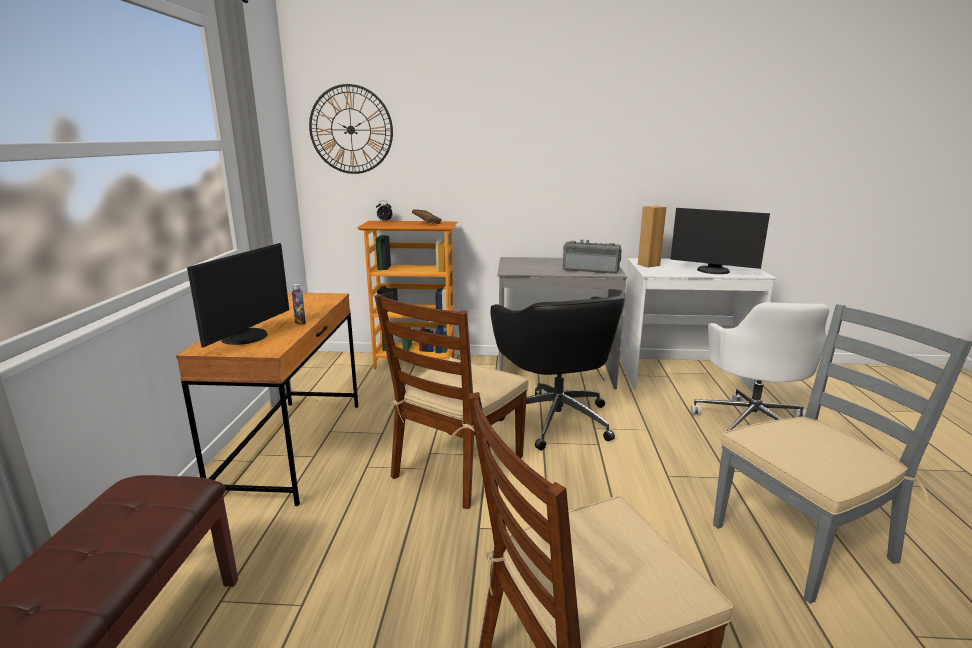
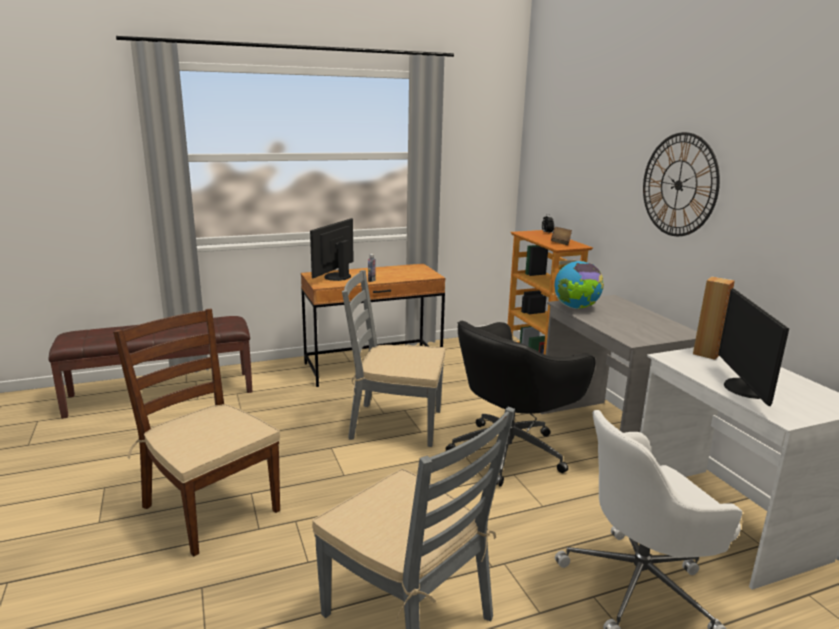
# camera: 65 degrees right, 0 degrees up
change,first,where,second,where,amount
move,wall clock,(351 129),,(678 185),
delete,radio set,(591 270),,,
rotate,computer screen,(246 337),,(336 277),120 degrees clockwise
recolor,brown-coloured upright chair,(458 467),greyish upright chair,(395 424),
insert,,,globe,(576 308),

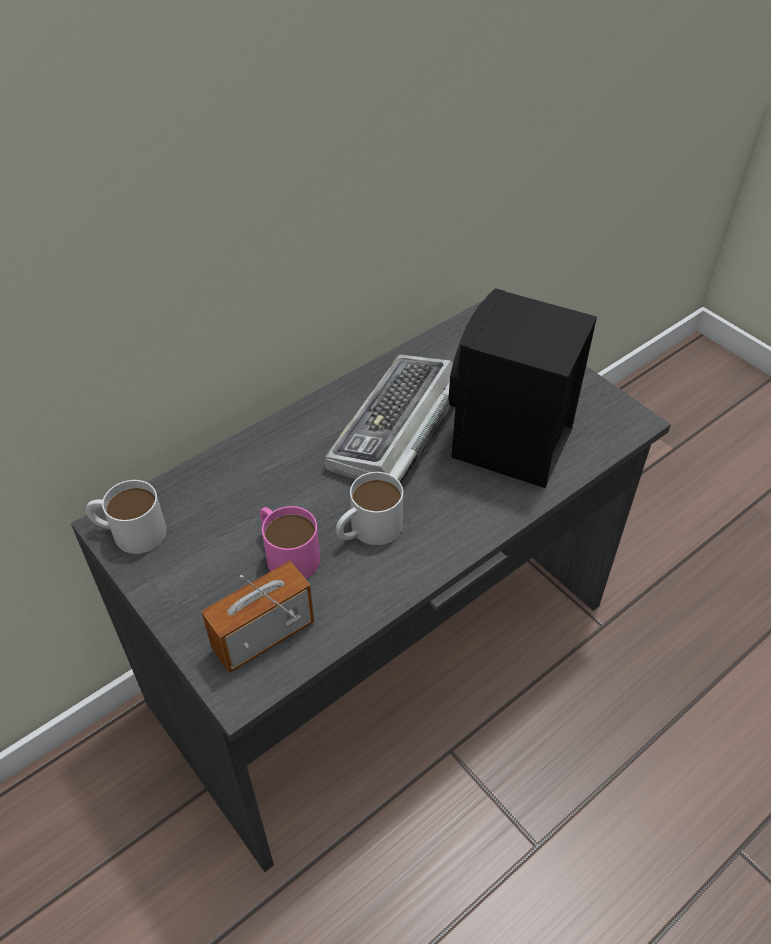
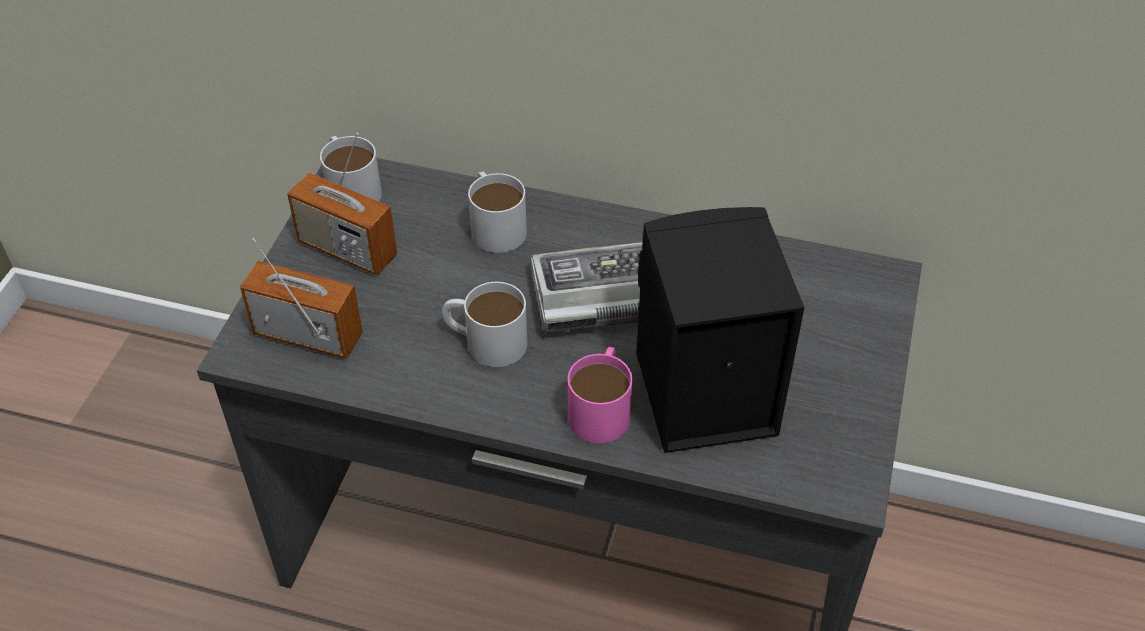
# camera: 55 degrees right, 0 degrees up
change,first,where,second,where,amount
move,pinkish coffee mug,(286 552),,(602 407),
insert,,,radio set,(347 249),
insert,,,white coffee mug,(494 225),

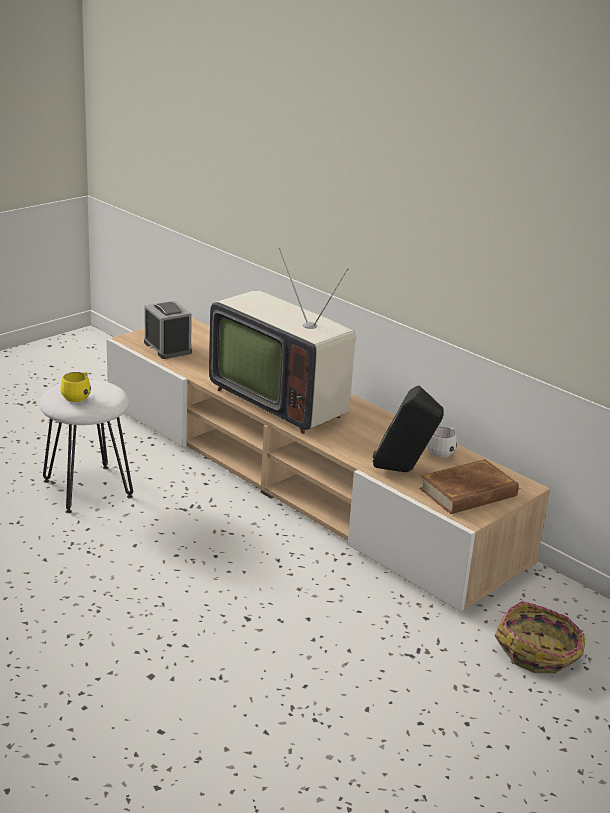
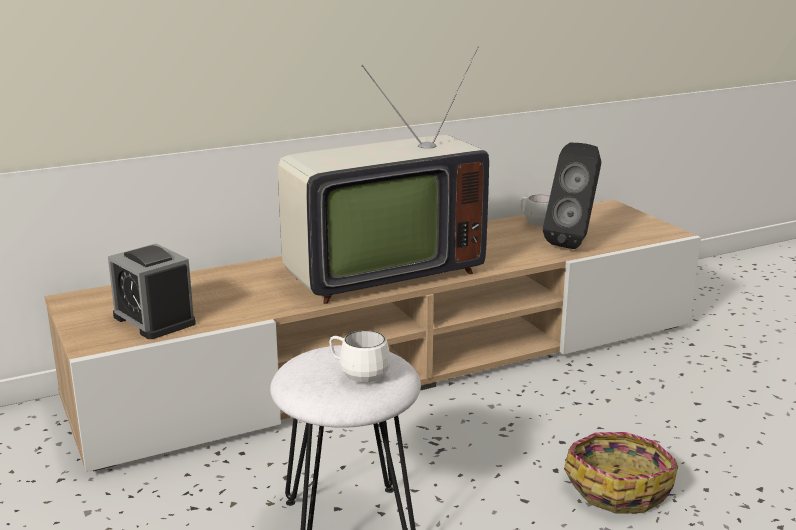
# camera: 70 degrees left, 5 degrees down
change,first,where,second,where,amount
rotate,table clock,(167 347),,(154 320),120 degrees counterclockwise
recolor,yellow coffee mug,(78 397),white coffee mug,(357 374),
delete,brown-coloured book,(469 493),,,
move,household basket,(539 651),,(618 486),

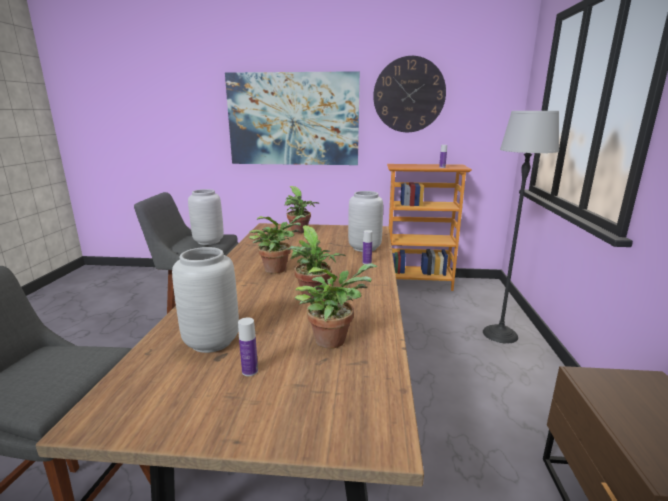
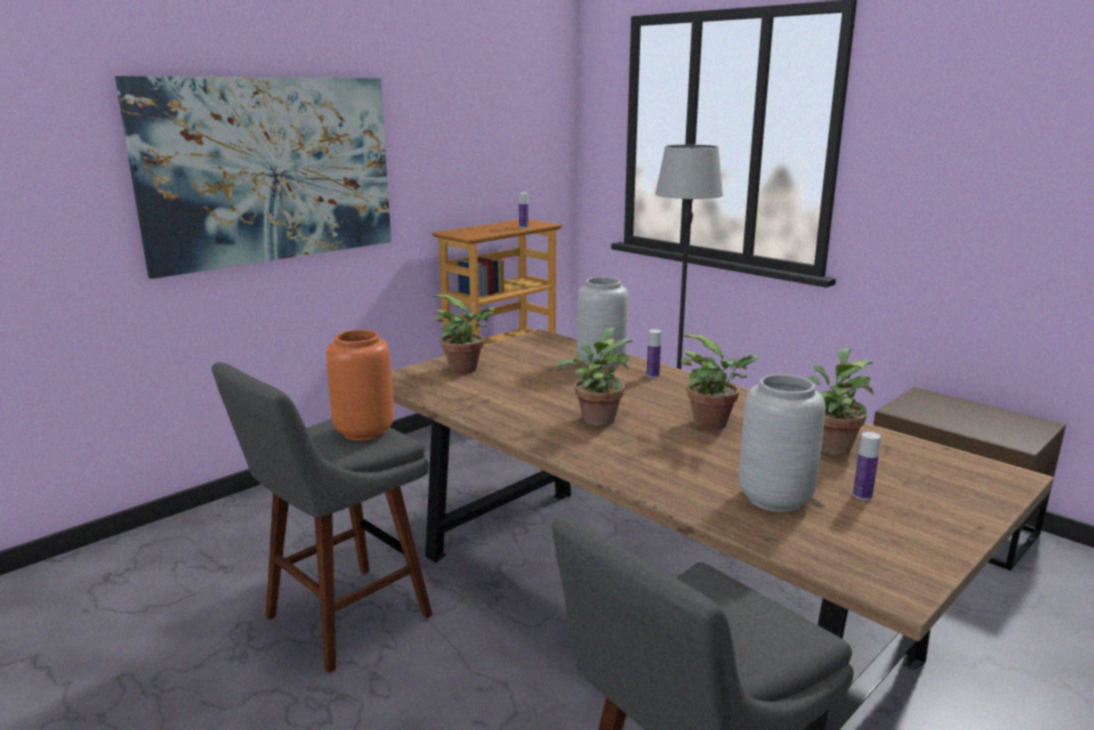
# camera: 50 degrees left, 0 degrees up
change,first,where,second,where,amount
delete,wall clock,(409 95),,,
recolor,greyish flower vase,(208 241),orangey flower vase,(365 432),

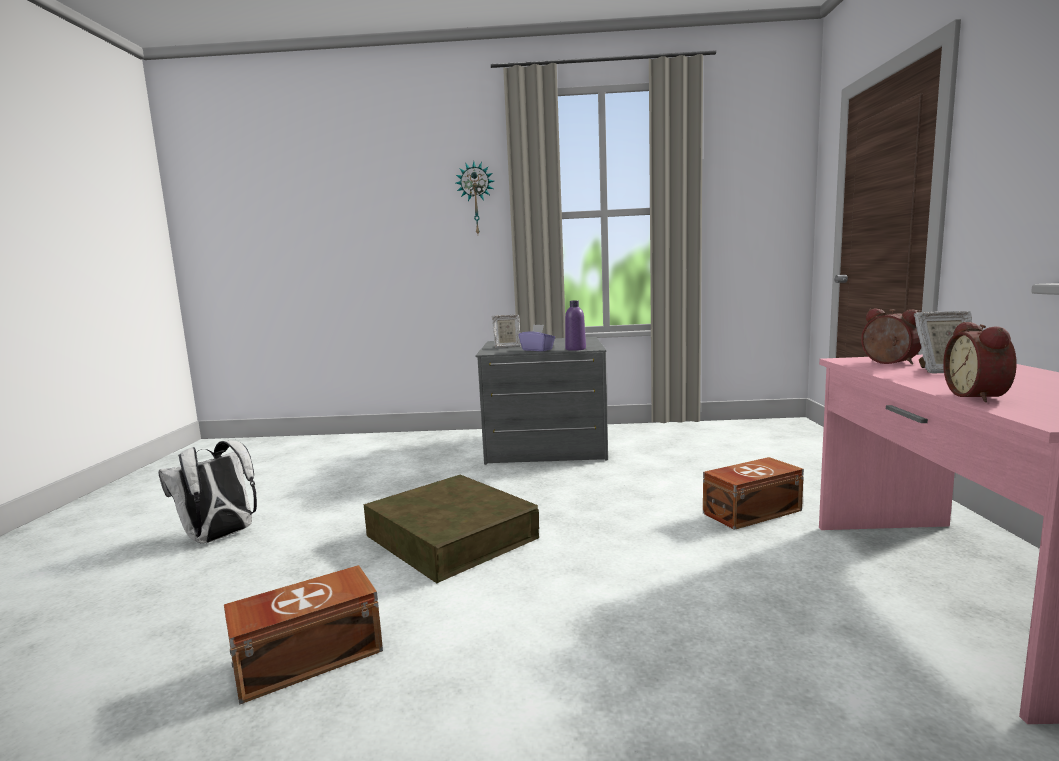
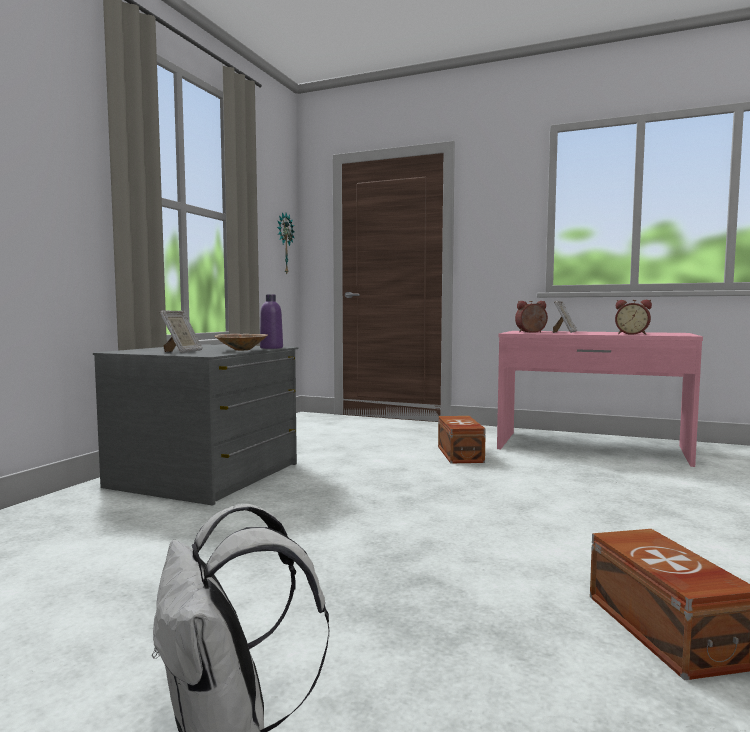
# camera: 70 degrees left, 5 degrees down
change,first,where,second,where,amount
move,wall clock,(476 199),,(284 243),
replace,purple tissue holder,(537 350),beige deep dish,(241 350),
delete,brown-coloured storage box,(451 537),,,

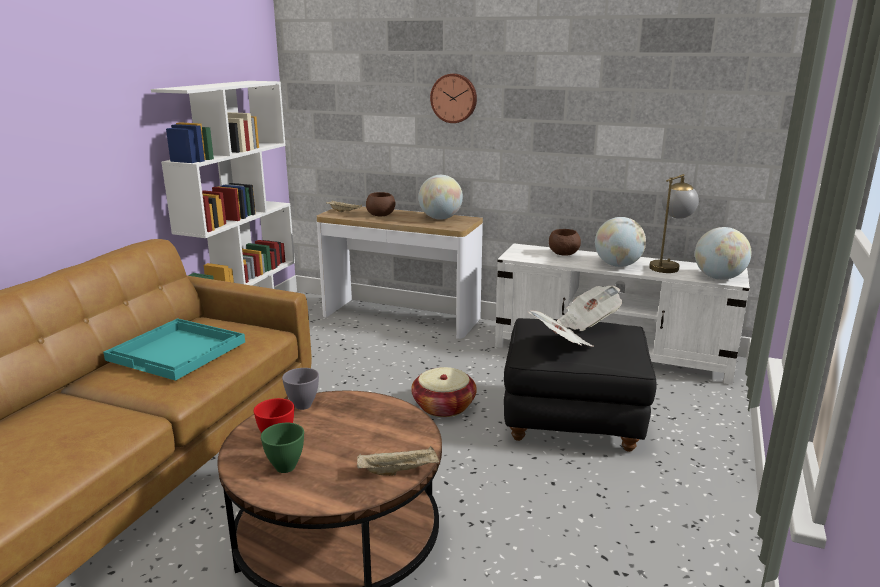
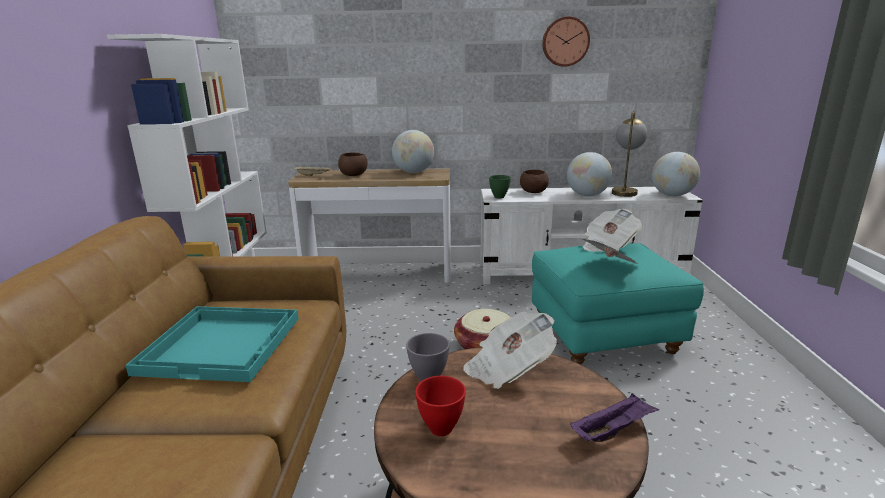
# camera: 20 degrees left, 0 degrees up
change,first,where,second,where,amount
move,wall clock,(454 98),,(565 42),
recolor,blackish pouffe,(573 419),turquoise pouffe,(604 335),
move,greenish deep dish,(286 467),,(499 197),
recolor,beige carrying tray,(399 471),purple carrying tray,(612 430),
insert,,,newspaper,(508 368),

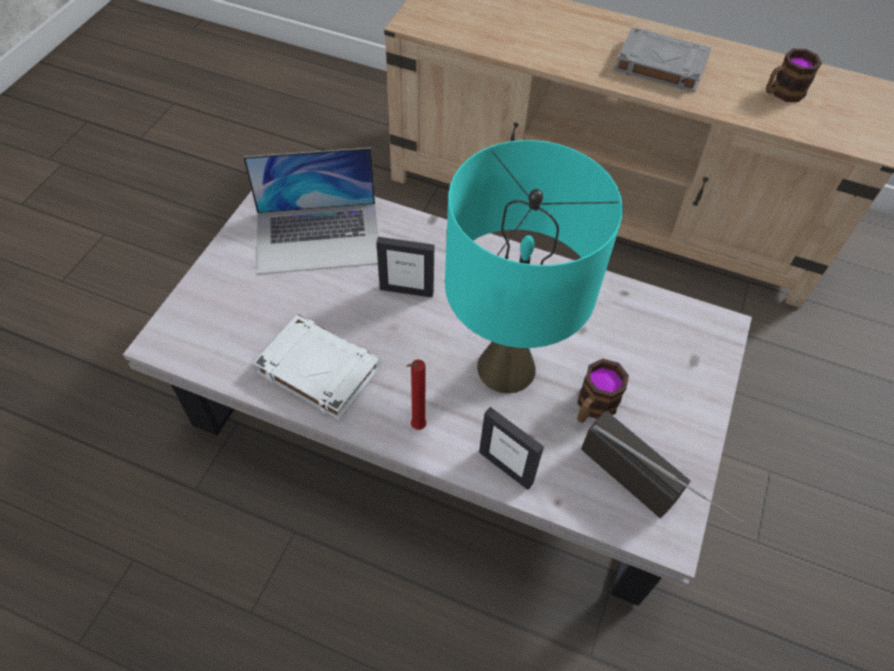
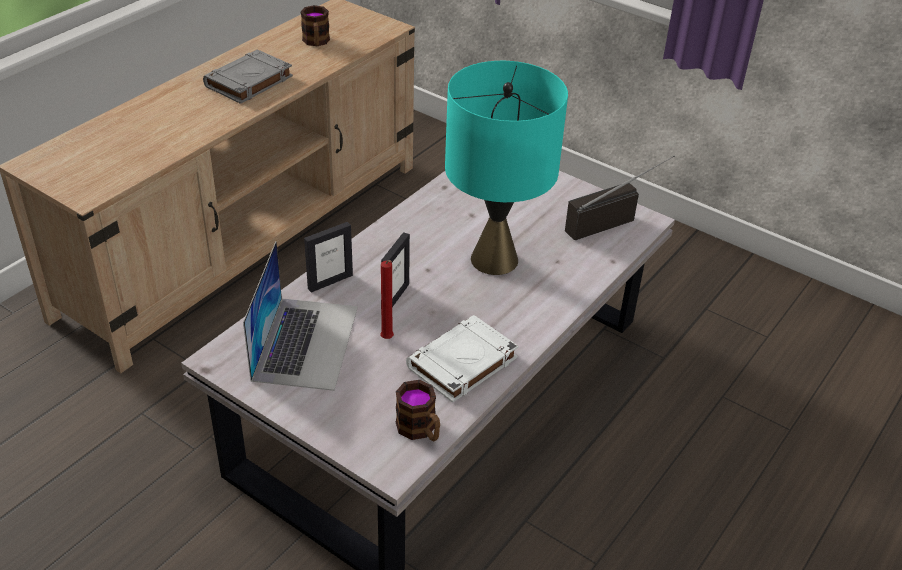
# camera: 75 degrees left, 15 degrees down
change,first,where,second,where,amount
move,coffee mug,(592 408),,(420 430),
move,red-coloured wax candle,(416 427),,(387 340),
move,photo frame,(506 467),,(330 282),

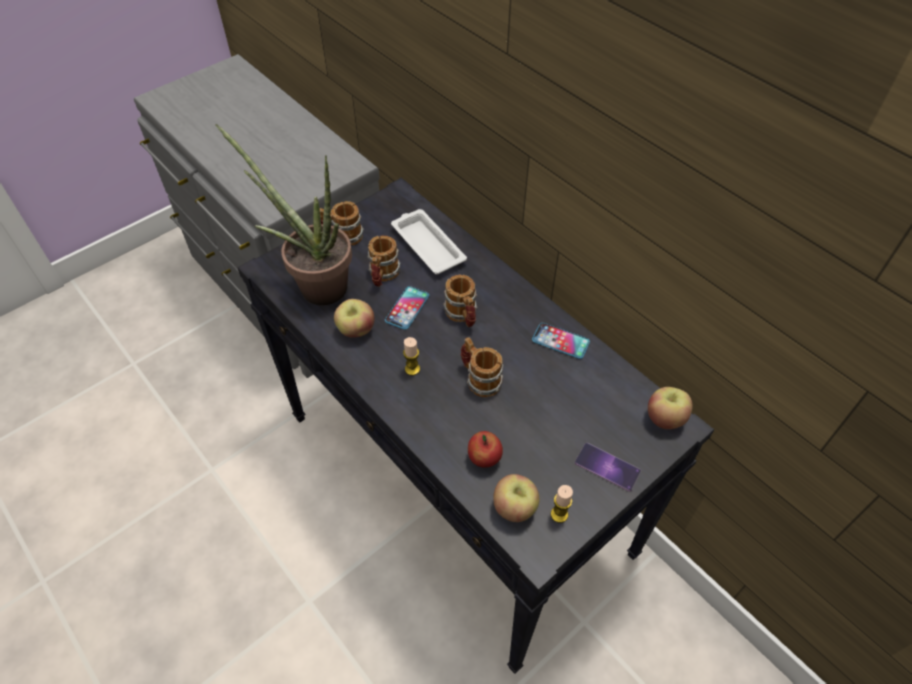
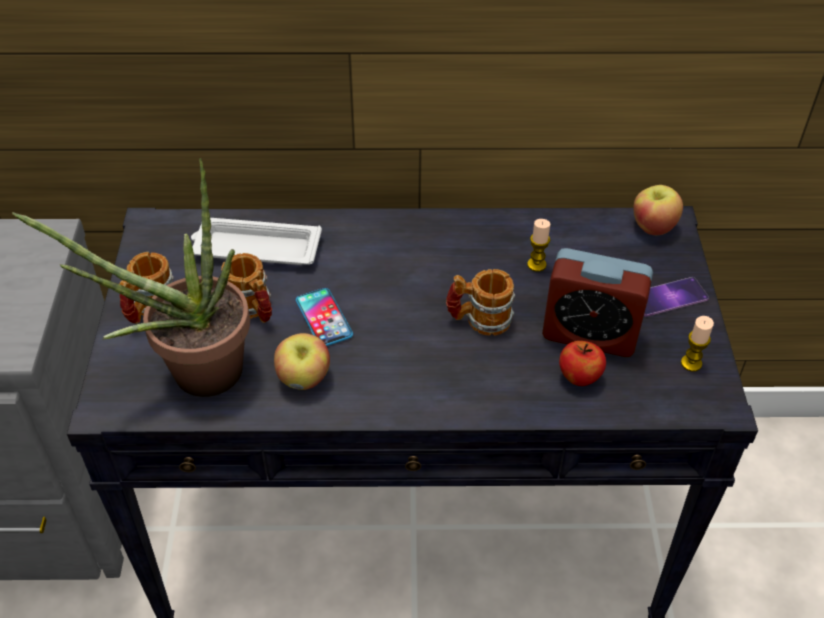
# camera: 50 degrees left, 5 degrees down
change,first,where,second,where,amount
delete,coffee mug,(463 315),,,
delete,handset,(560 341),,,
move,wax candle,(412 369),,(536 264),
delete,whole apple,(514 508),,,
insert,,,table clock,(589 334),

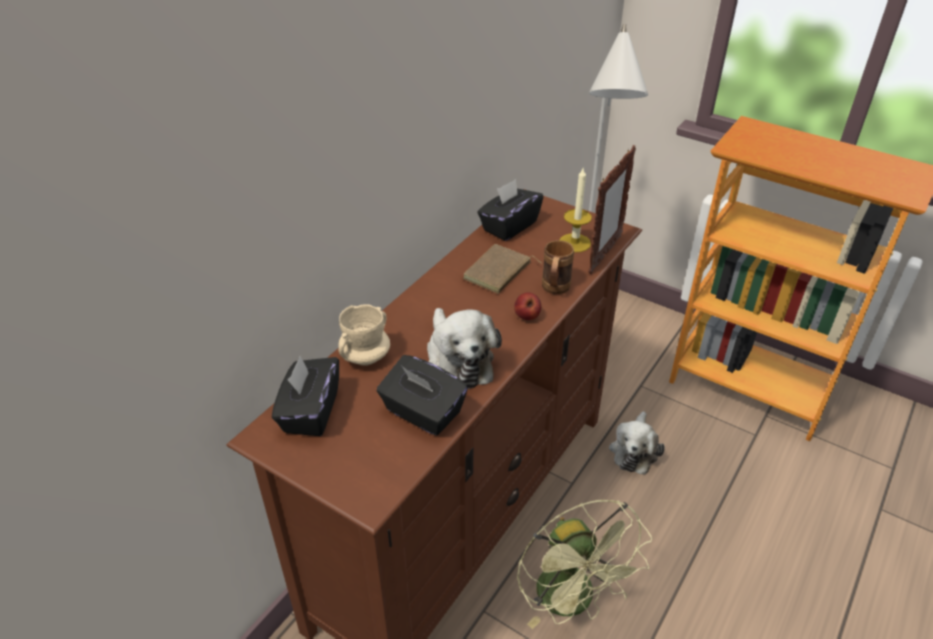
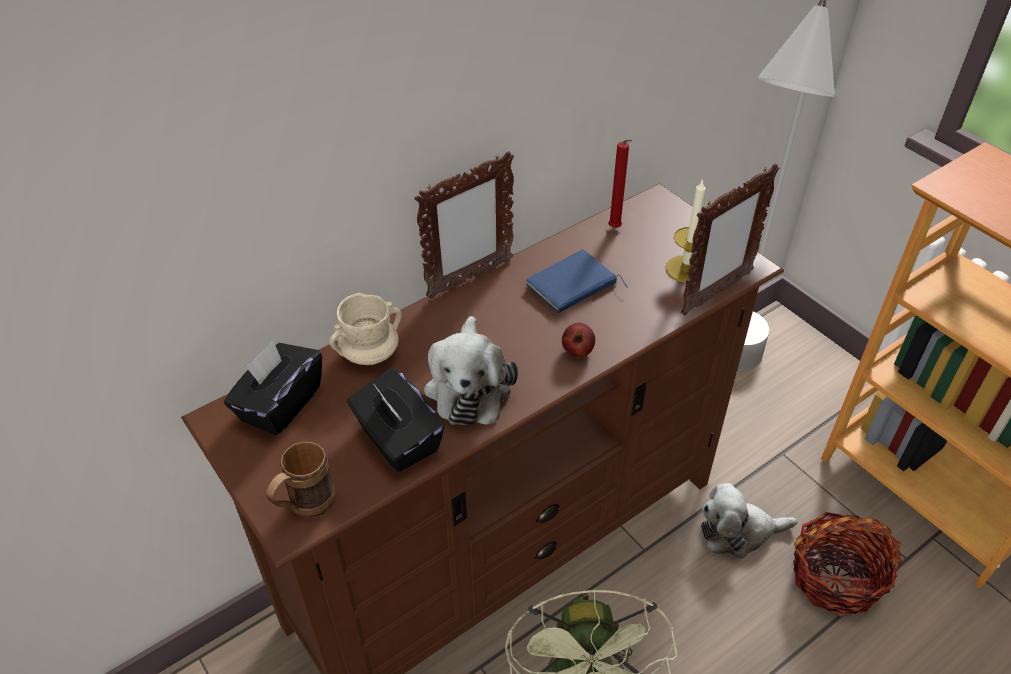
# camera: 20 degrees right, 5 degrees up
change,first,where,second,where,amount
replace,blackish tissue holder,(509 226),red-coloured wax candle,(615 229),
move,brown-coloured coffee mug,(554 290),,(305 508),
recolor,brown-coloured book,(499 273),blue-coloured book,(572 287),
rotate,soft toy,(634 450),,(738 532),45 degrees clockwise
insert,,,photo frame,(469 279),
insert,,,household basket,(835 578),

